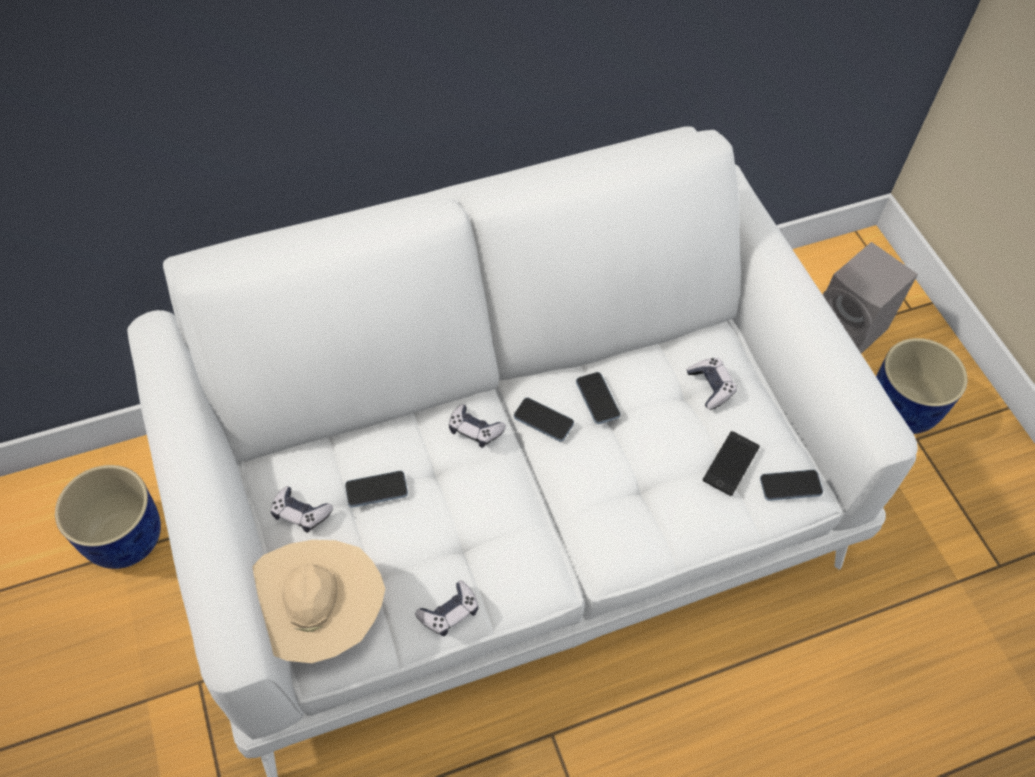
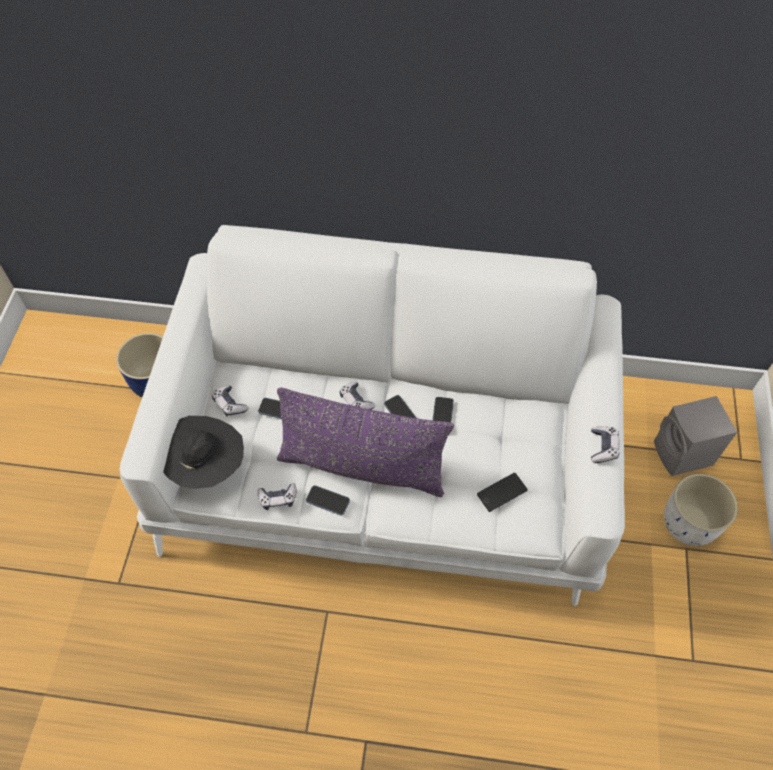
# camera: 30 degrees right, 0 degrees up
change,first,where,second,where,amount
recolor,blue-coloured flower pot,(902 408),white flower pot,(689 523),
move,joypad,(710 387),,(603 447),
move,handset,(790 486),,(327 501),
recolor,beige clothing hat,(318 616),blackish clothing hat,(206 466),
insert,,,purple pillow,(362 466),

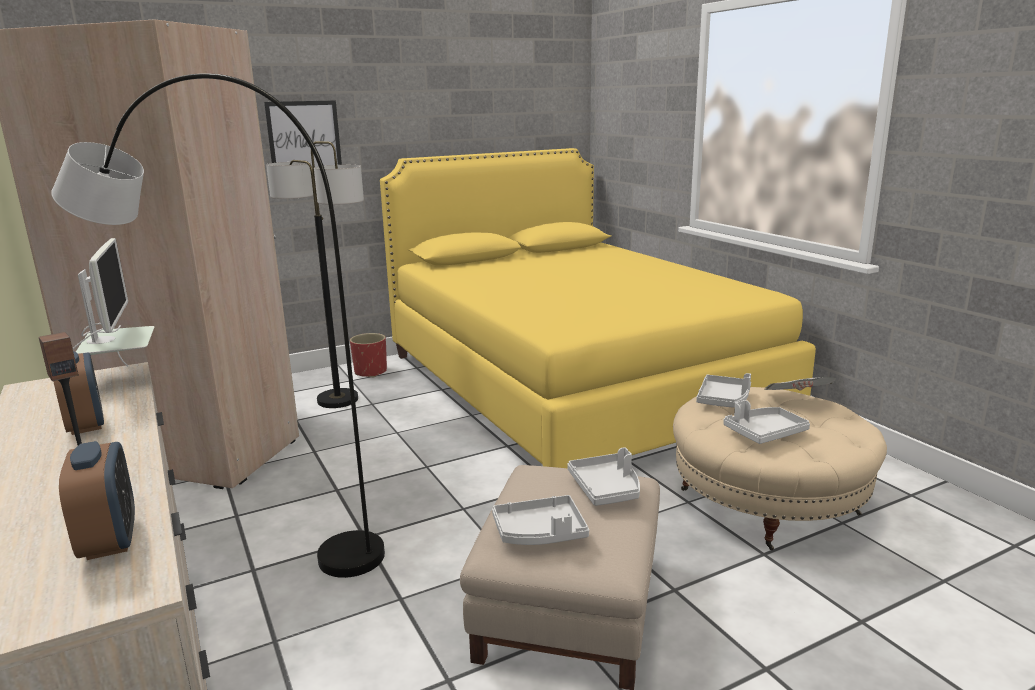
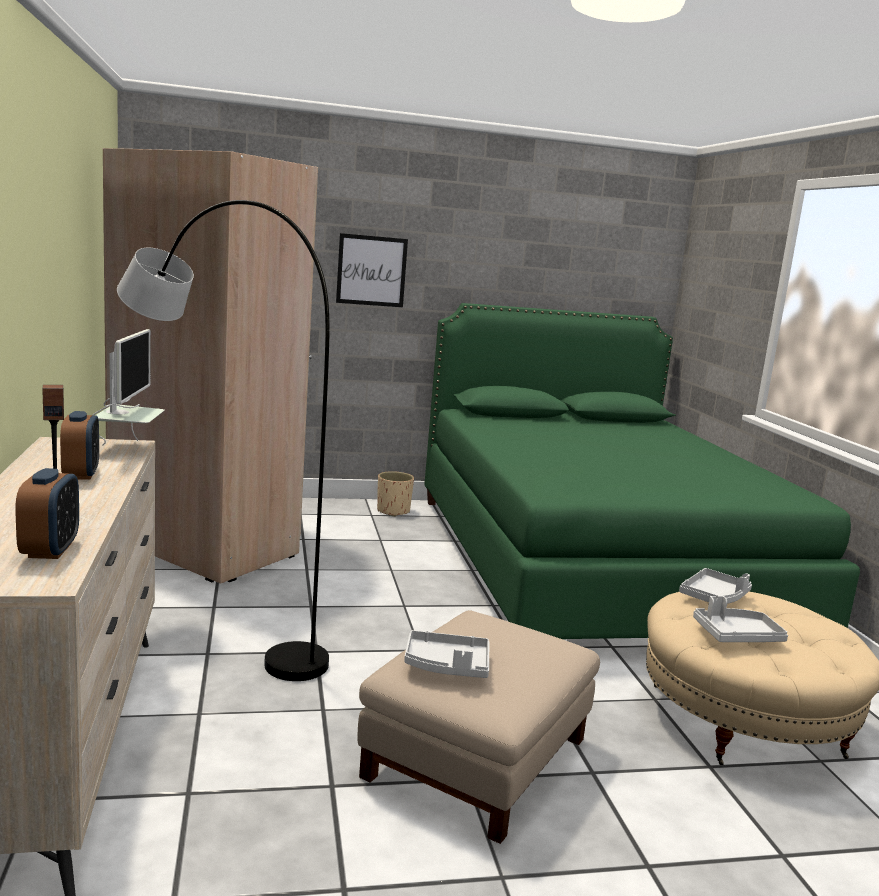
# camera: 15 degrees right, 5 degrees down
change,first,where,second,where,amount
delete,standard lamp,(337 400),,,
recolor,yellow sleeping bed,(573 385),greenish sleeping bed,(593 564),
recolor,red-coloured flower pot,(370 372),beige flower pot,(393 511),
delete,newspaper,(797 401),,,
delete,greyish carrying tray,(606 489),,,

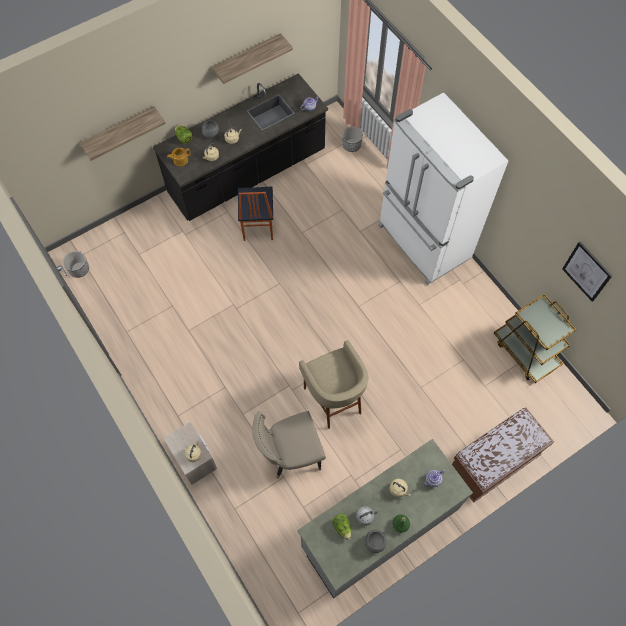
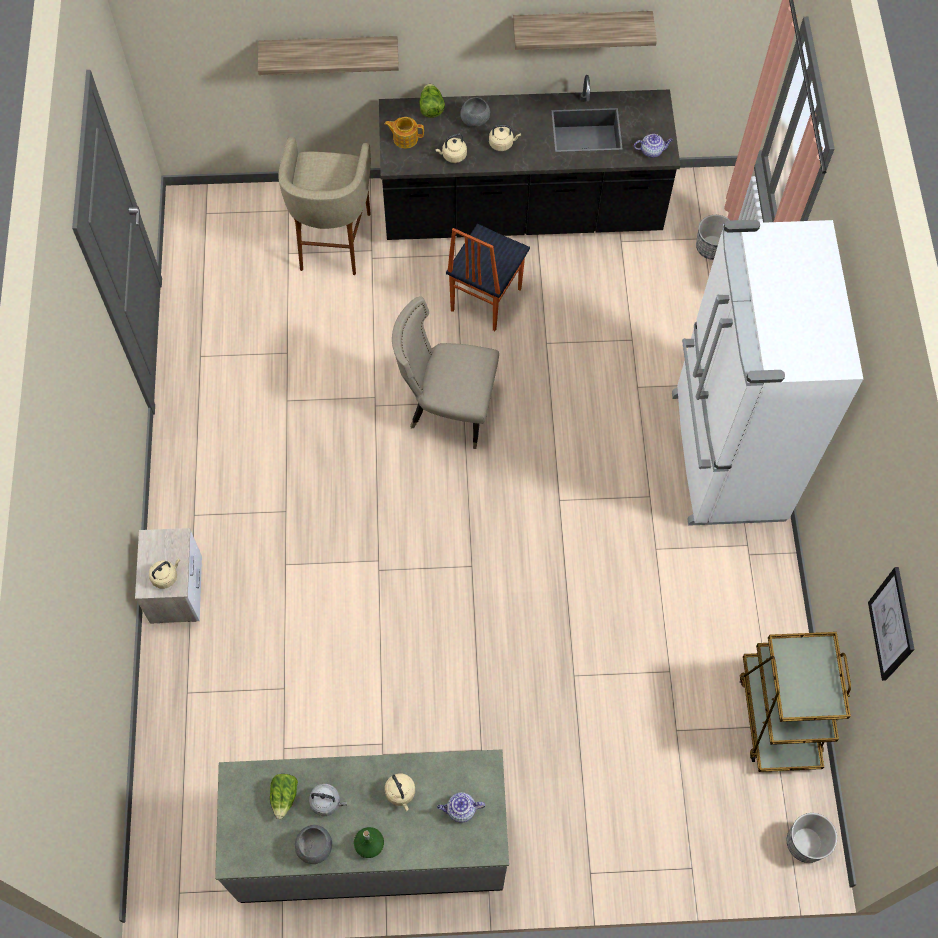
# camera: 30 degrees right, 0 degrees up
change,first,where,second,where,amount
move,flower pot,(79 269),,(805 842),
move,beige stool,(334 400),,(332 241),
delete,brown-coloured indoor bench,(493 462),,,
move,beige upright chair,(290 454),,(446 408),

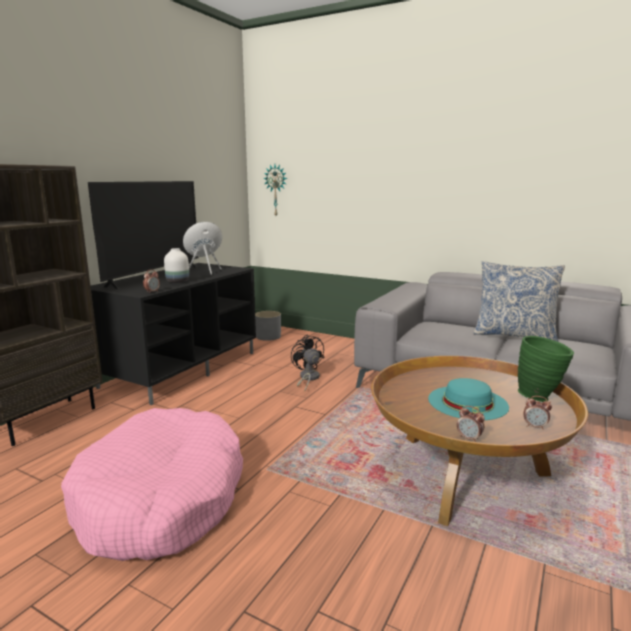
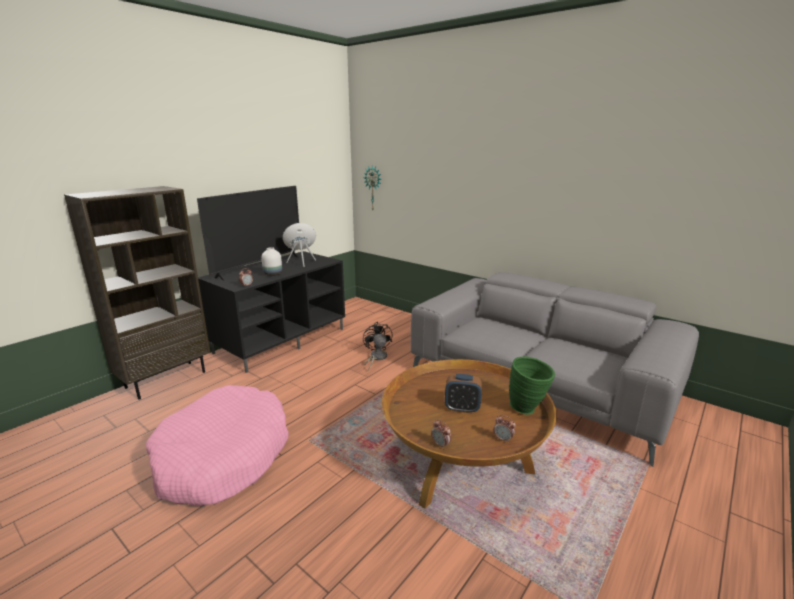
# camera: 10 degrees right, 5 degrees up
change,first,where,second,where,amount
delete,pillow,(514 335),,,
delete,greyish flower pot,(268 336),,,
replace,turquoise clothing hat,(467 402),table clock,(462 408),

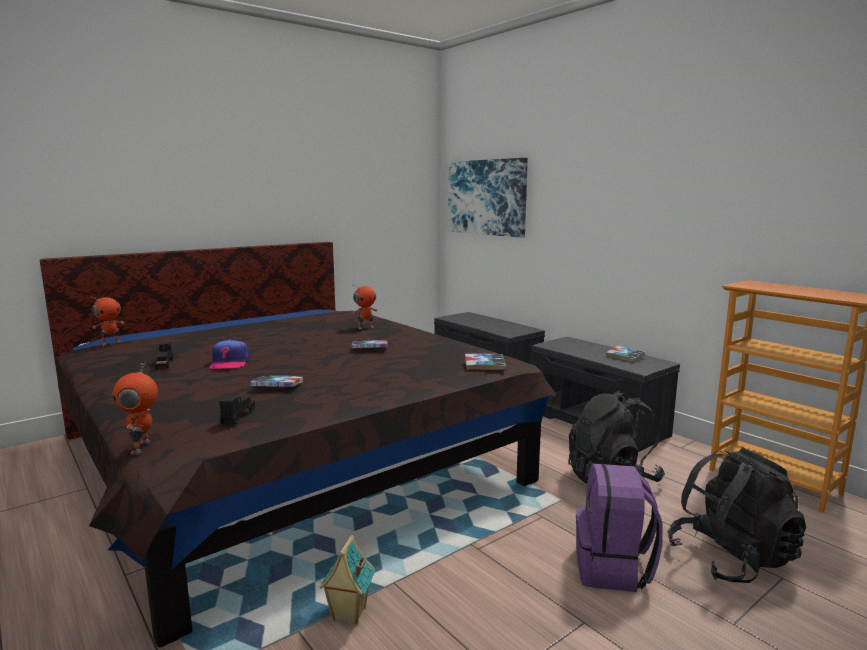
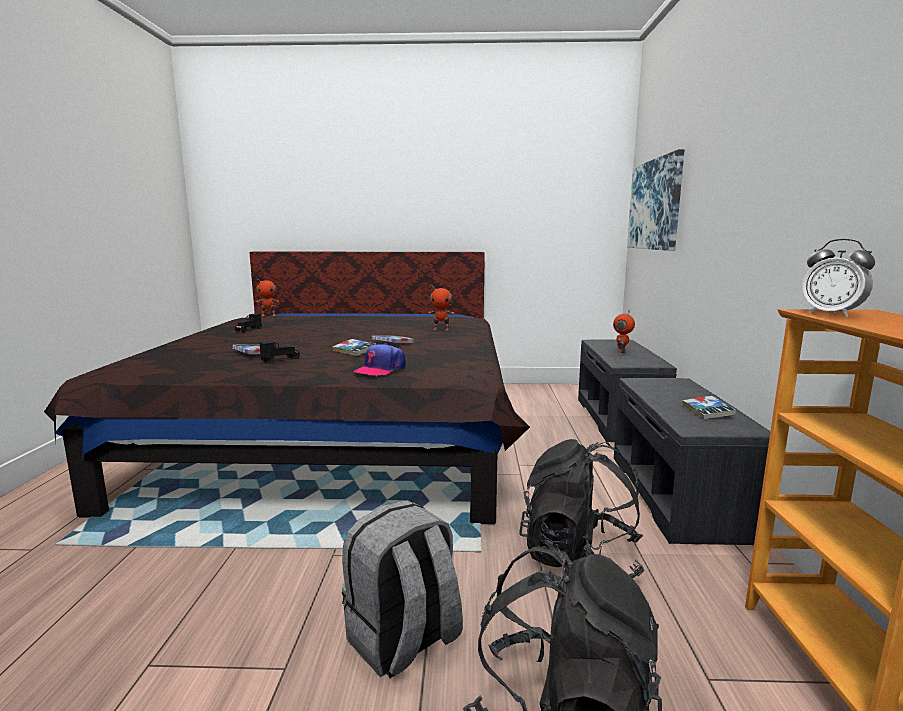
# camera: 40 degrees right, 0 degrees up
change,first,where,second,where,amount
move,baseball cap,(229 363),,(380 369),
move,book,(484 366),,(354 351),
move,model robot,(142 447),,(622 353),
move,blackish model car,(238 417),,(280 360),
recolor,purple knapsack,(613 569),greyish knapsack,(403 641),
delete,model house,(348 614),,,
insert,,,table clock,(831 314),

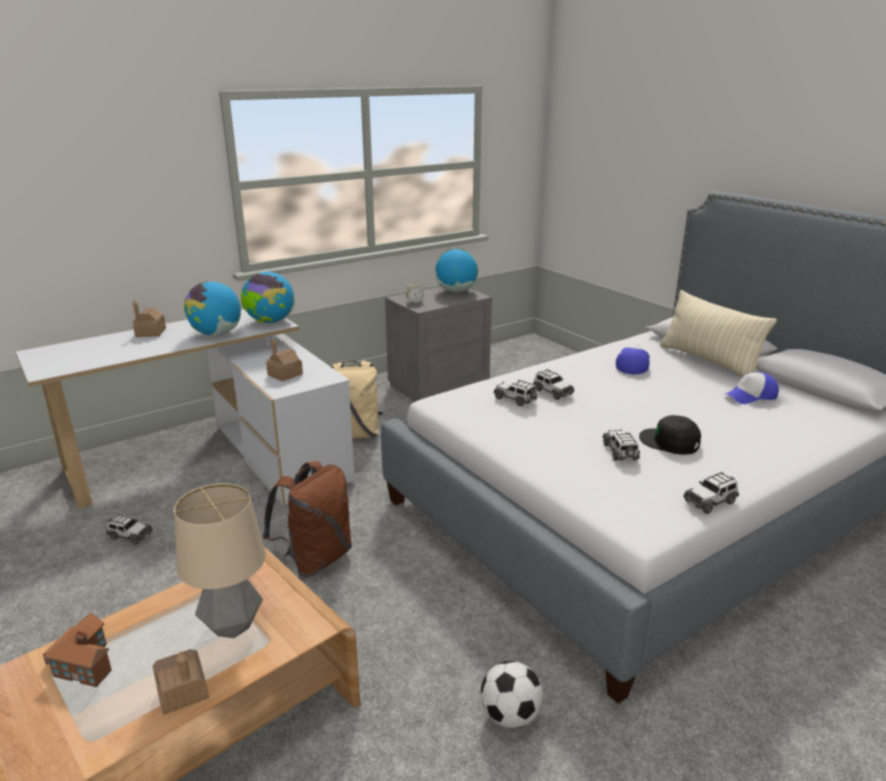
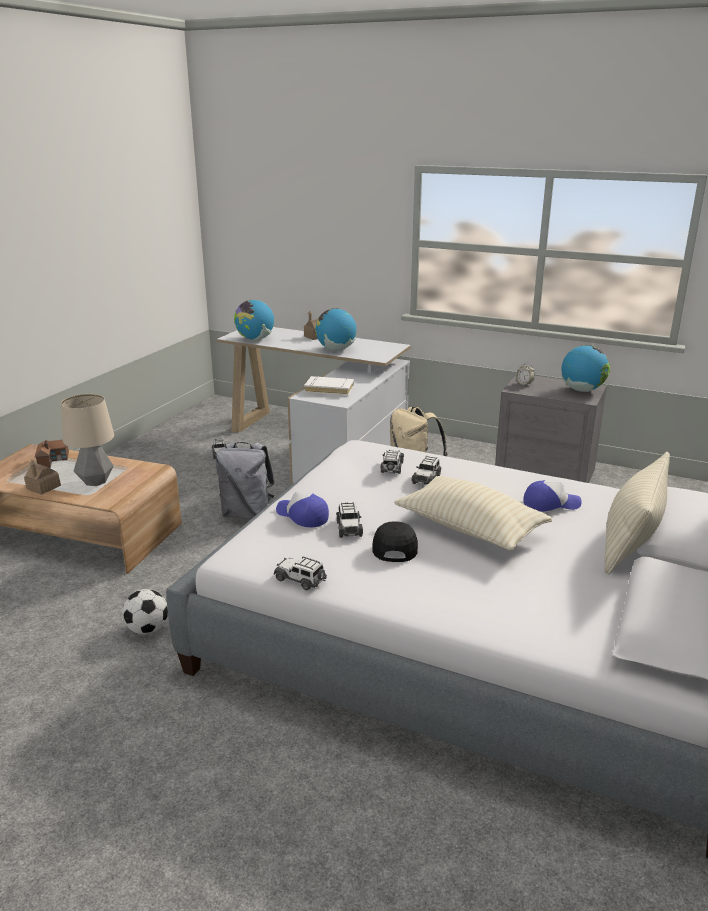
# camera: 60 degrees right, 0 degrees up
change,first,where,second,where,amount
move,globe,(270 322),,(255 339),
replace,model house,(285 374),white book,(329 390),
move,baseball cap,(751 396),,(302 515),
rotate,model car,(620 452),,(349 528),120 degrees clockwise
recolor,brown-coloured knapsack,(316 559),greyish knapsack,(247 514),
insert,,,beige pillow,(469 528),

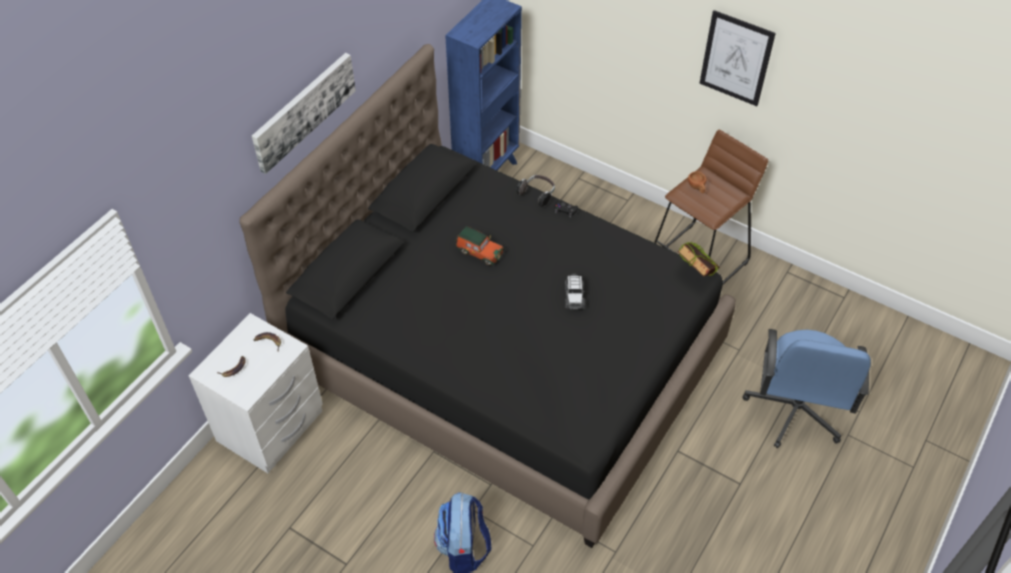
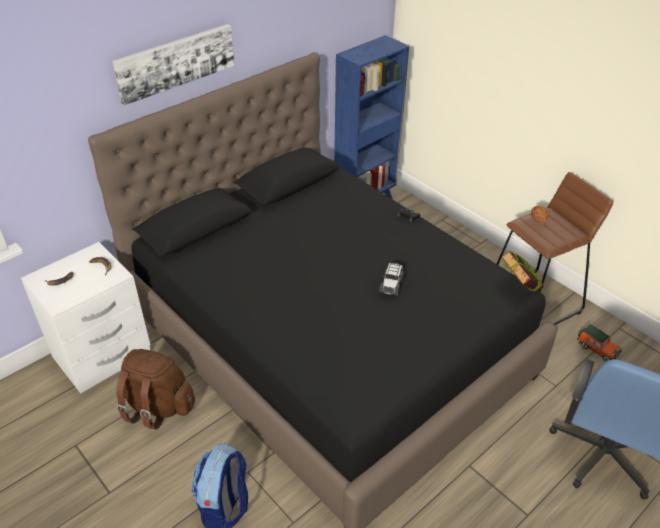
# camera: 15 degrees right, 10 degrees down
change,first,where,second,where,amount
delete,wall art,(736 58),,,
delete,headset,(537 194),,,
move,model car,(479 251),,(596 348),
insert,,,brown-coloured knapsack,(158 406),

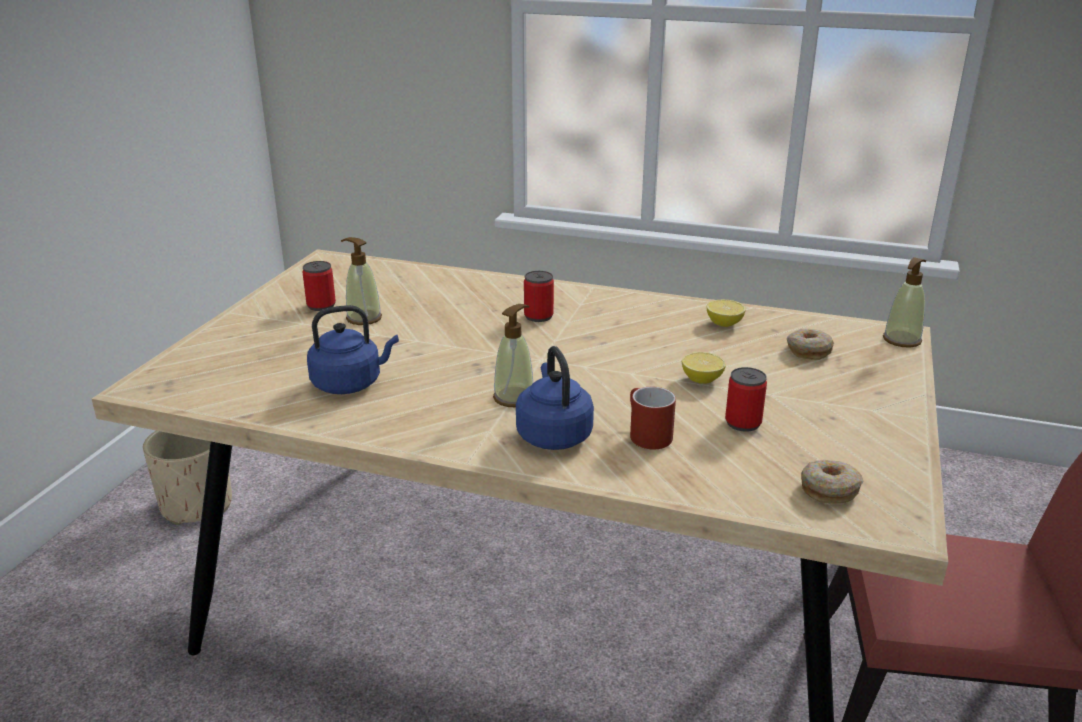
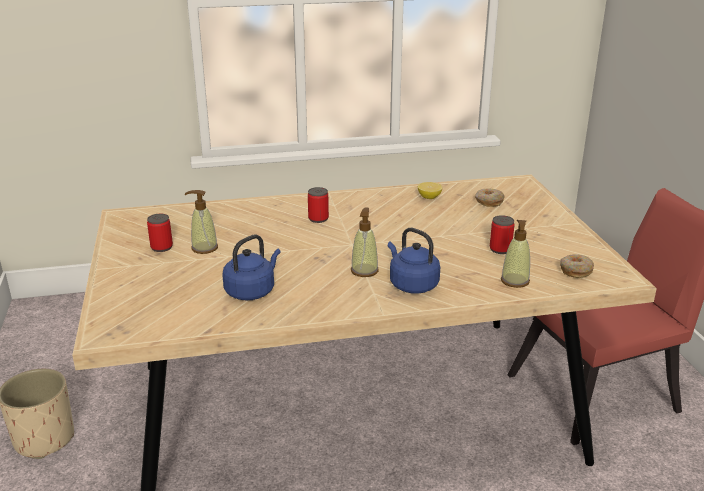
# camera: 30 degrees left, 0 degrees up
change,first,where,second,where,amount
move,soap bottle,(901 340),,(515 281),
delete,whole lemon,(701 379),,,
delete,red-coloured coffee mug,(645 434),,,

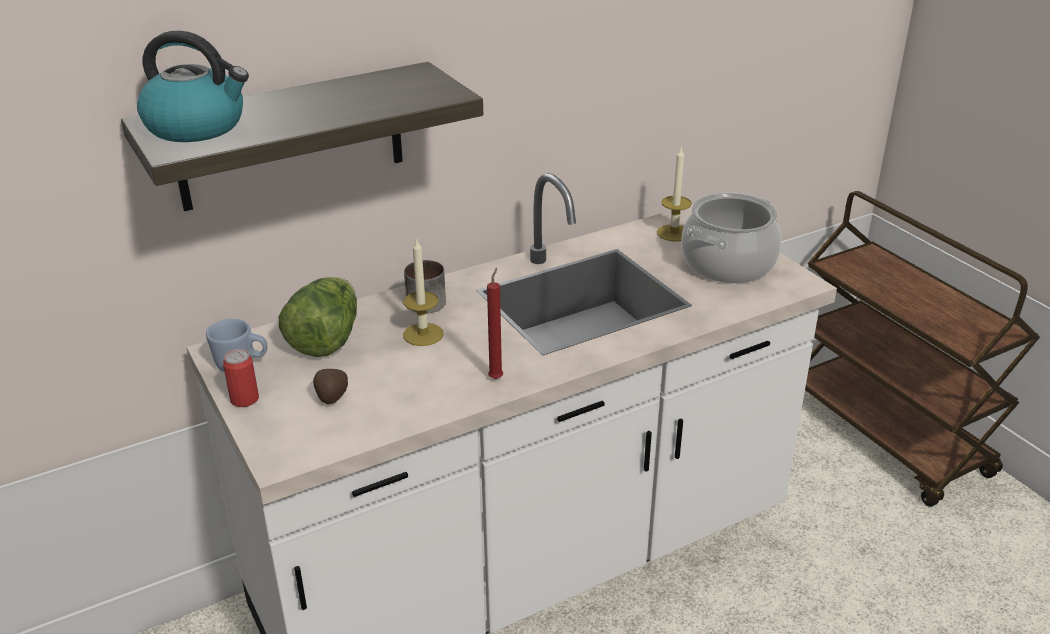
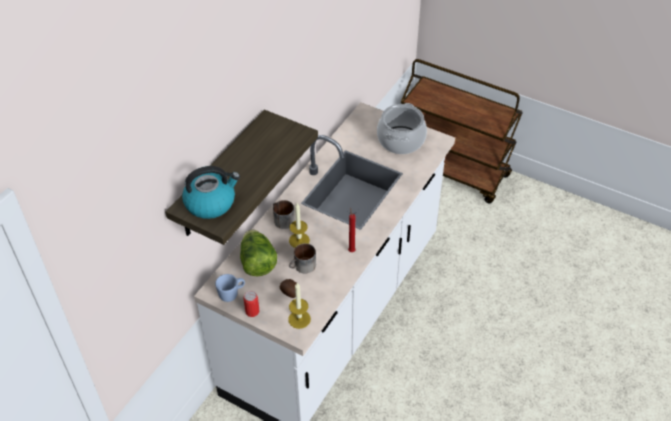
# camera: 30 degrees left, 15 degrees up
change,first,where,second,where,amount
move,wax candle,(674 233),,(299 319),
insert,,,coffee mug,(303 267),

